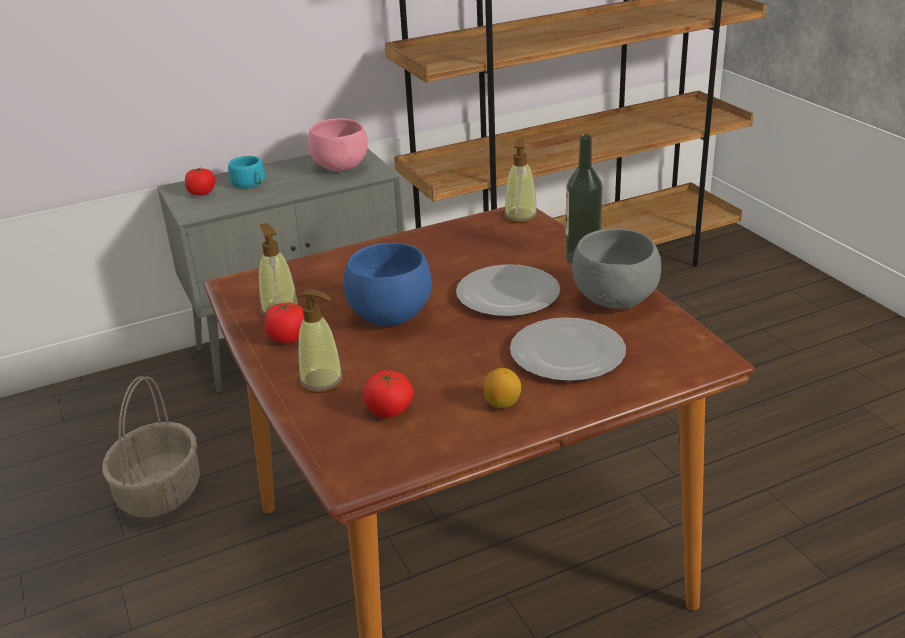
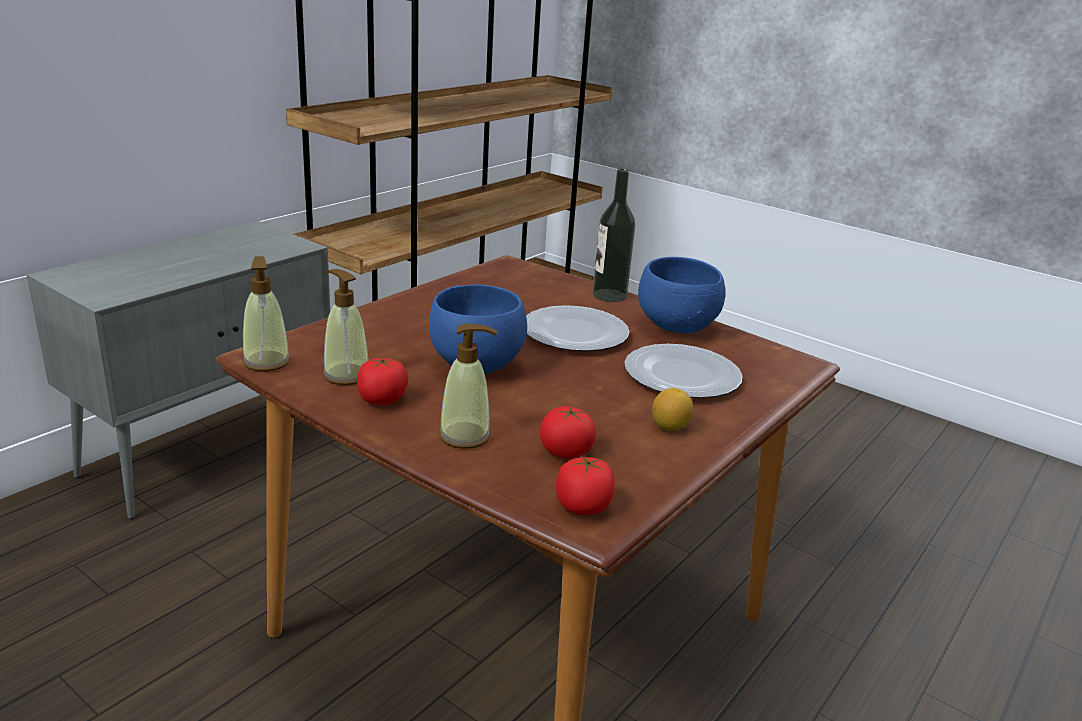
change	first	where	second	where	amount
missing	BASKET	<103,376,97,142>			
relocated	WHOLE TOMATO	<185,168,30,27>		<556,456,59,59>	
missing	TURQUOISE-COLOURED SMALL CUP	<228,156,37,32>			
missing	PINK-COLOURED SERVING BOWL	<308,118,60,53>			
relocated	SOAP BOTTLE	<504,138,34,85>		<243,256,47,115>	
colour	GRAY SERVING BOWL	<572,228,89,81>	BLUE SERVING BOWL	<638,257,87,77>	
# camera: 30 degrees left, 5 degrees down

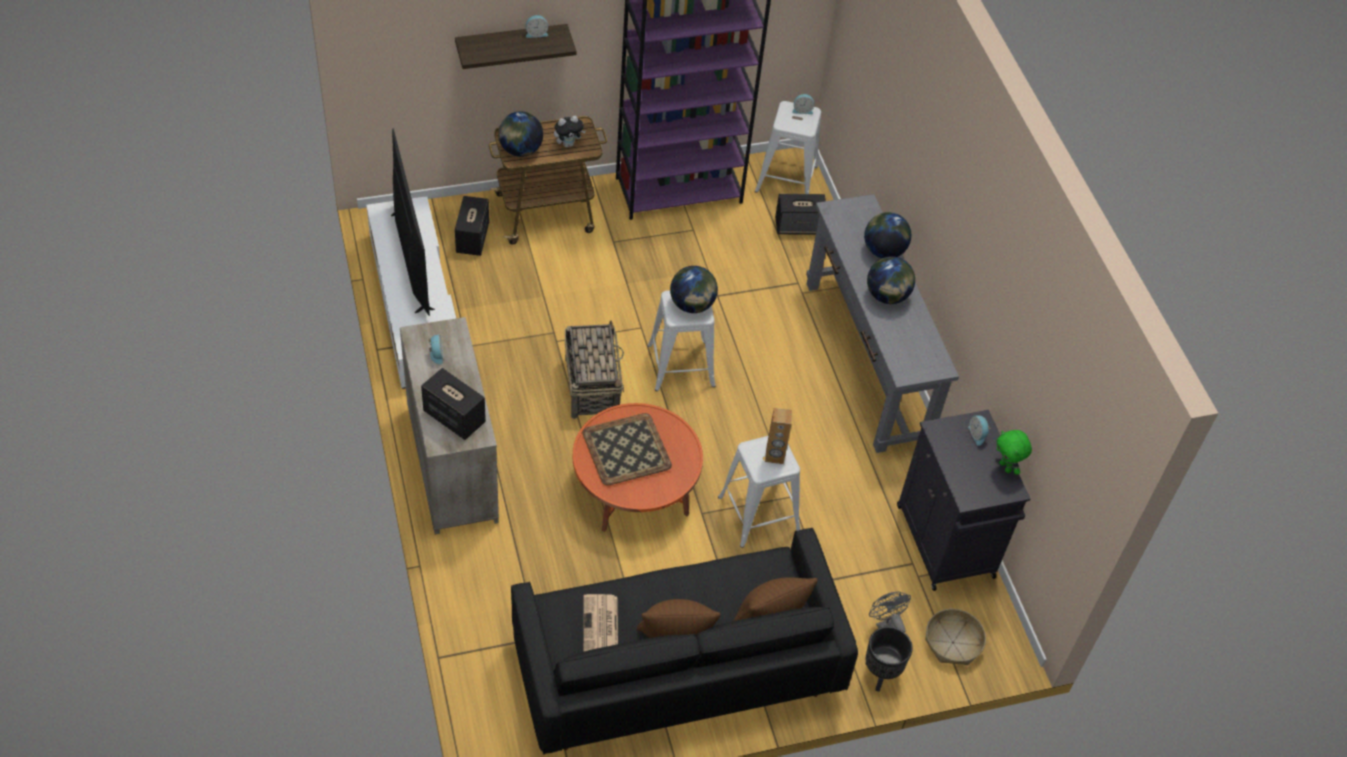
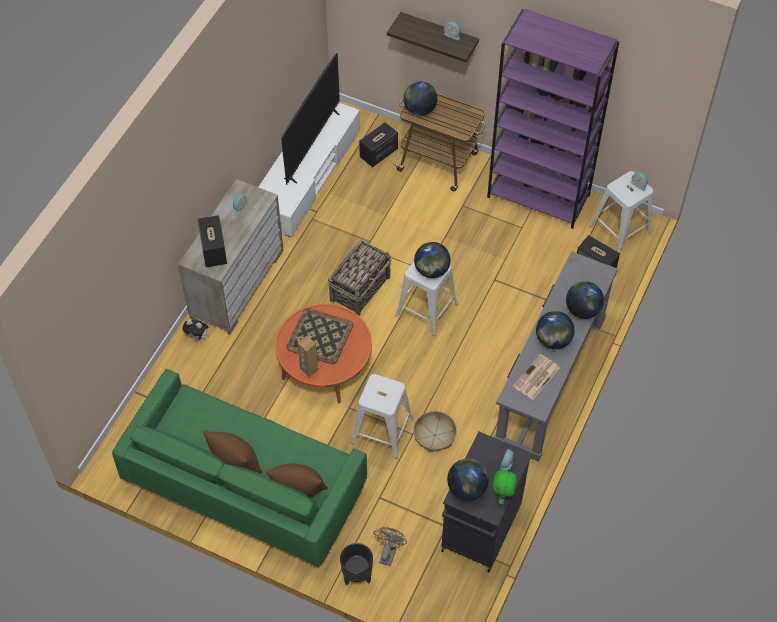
change	first	where	second	where	amount
colour	BLACKISH SETTEE	<511,528,347,227>	GREEN SETTEE	<112,369,255,198>	
relocated	PLUSH TOY	<554,116,32,31>		<182,320,27,21>	
relocated	PRINTED PAPER	<583,594,35,58>		<513,354,47,46>	
relocated	BROWN-COLOURED AUDIO SPEAKER	<765,408,27,56>		<297,336,21,41>	
relocated	BASKET	<925,609,61,56>		<413,411,44,42>	
appeared			DESK GLOBE	<447,459,42,41>	
# camera: 45 degrees right, 5 degrees up

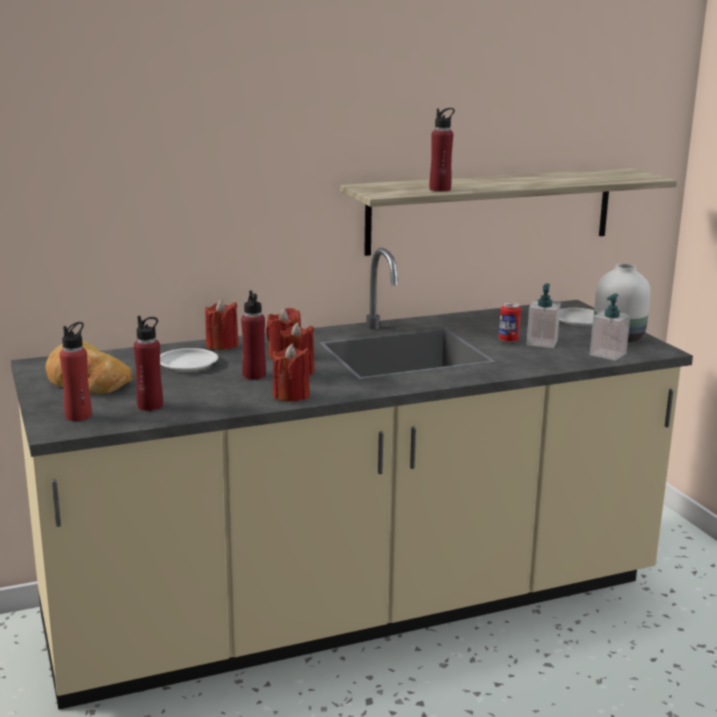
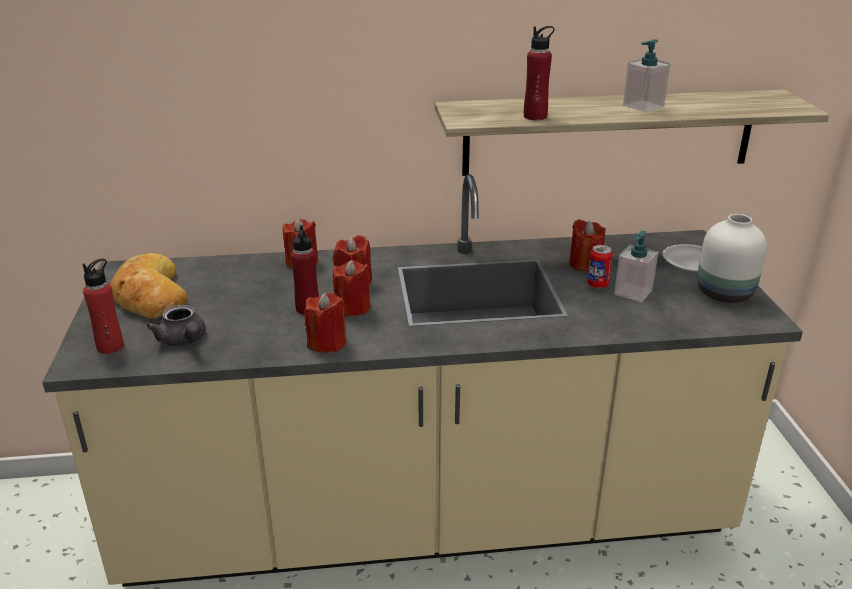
change	first	where	second	where	amount
exchanged	RED DRINK BOTTLE	<134,316,29,95>	GRAY POT FOR TEA	<147,305,59,41>	
missing	WHITE-COLOURED DINNER PLATE	<160,348,58,23>			
relocated	SOAP BOTTLE	<590,293,41,68>		<623,39,47,73>	
appeared			RED WAX CANDLE	<569,219,37,53>	
# camera: 15 degrees right, 10 degrees up

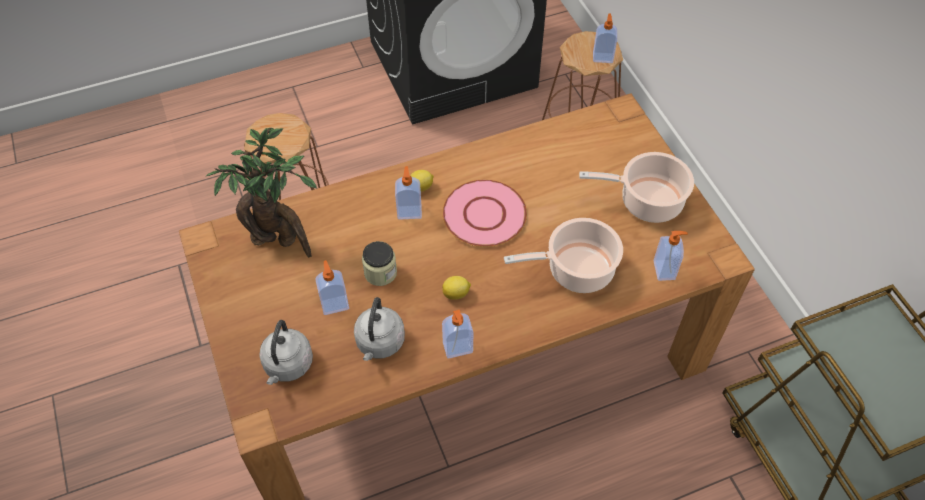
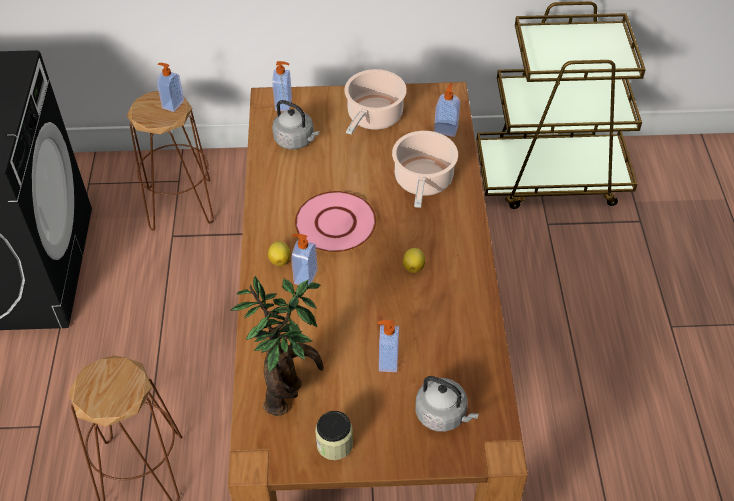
change	first	where	second	where	amount
relocated	GRAY KETTLE	<354,297,51,64>		<272,100,47,49>	
relocated	JAR	<362,241,35,45>		<315,411,38,49>	
relocated	SOAP BOTTLE	<442,310,32,48>		<272,61,20,50>	
# camera: 70 degrees left, 5 degrees down

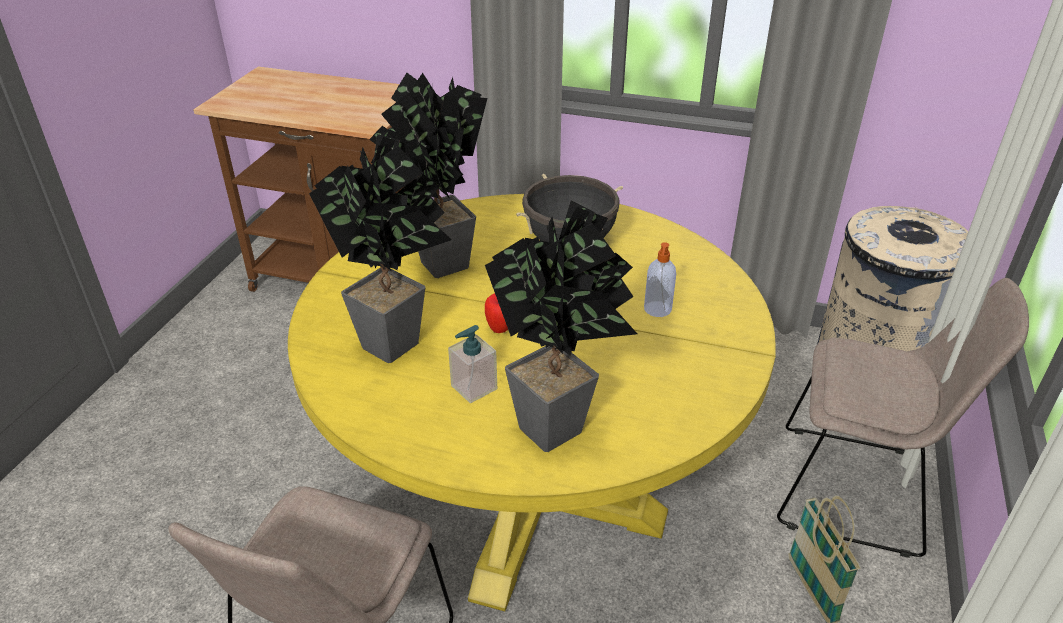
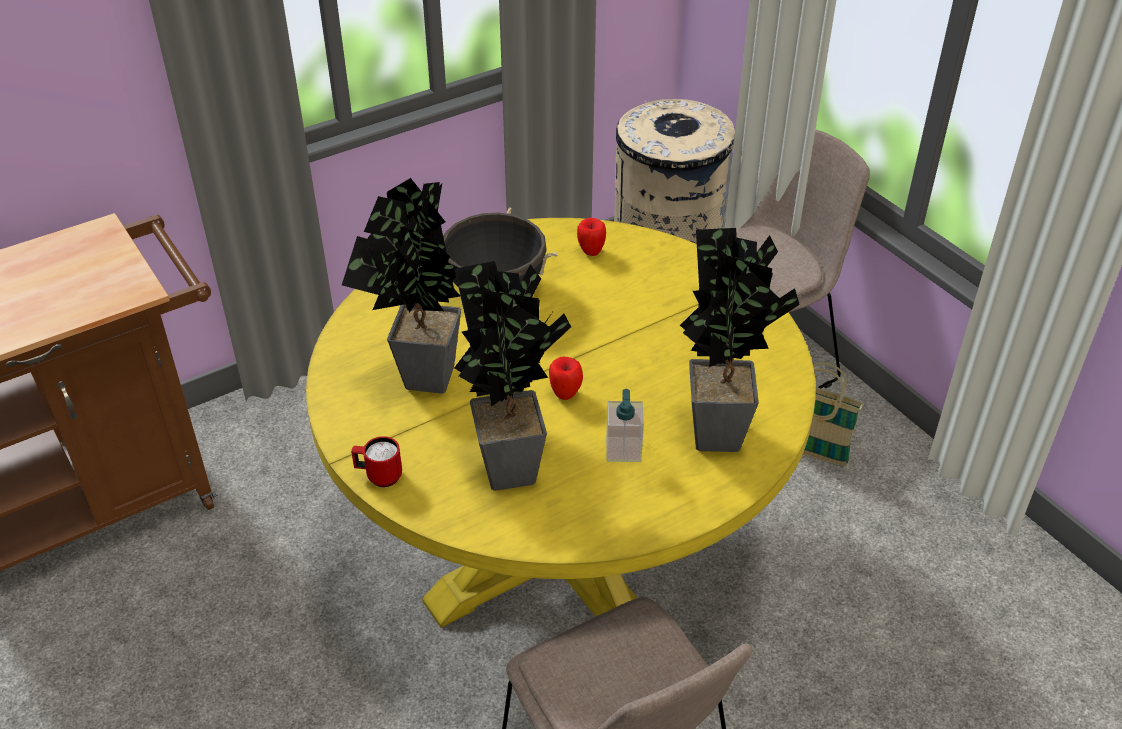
change	first	where	second	where	amount
missing	SOAP BOTTLE	<644,242,32,75>			
appeared			RED TEA MUG	<351,436,51,51>	
appeared			APPLE	<577,218,29,38>	
# camera: 50 degrees left, 5 degrees up

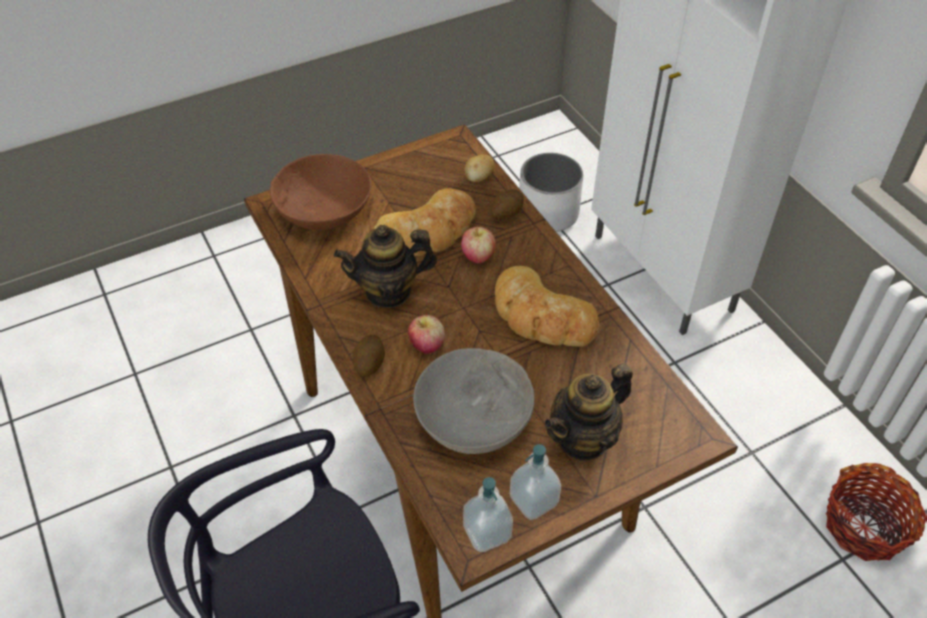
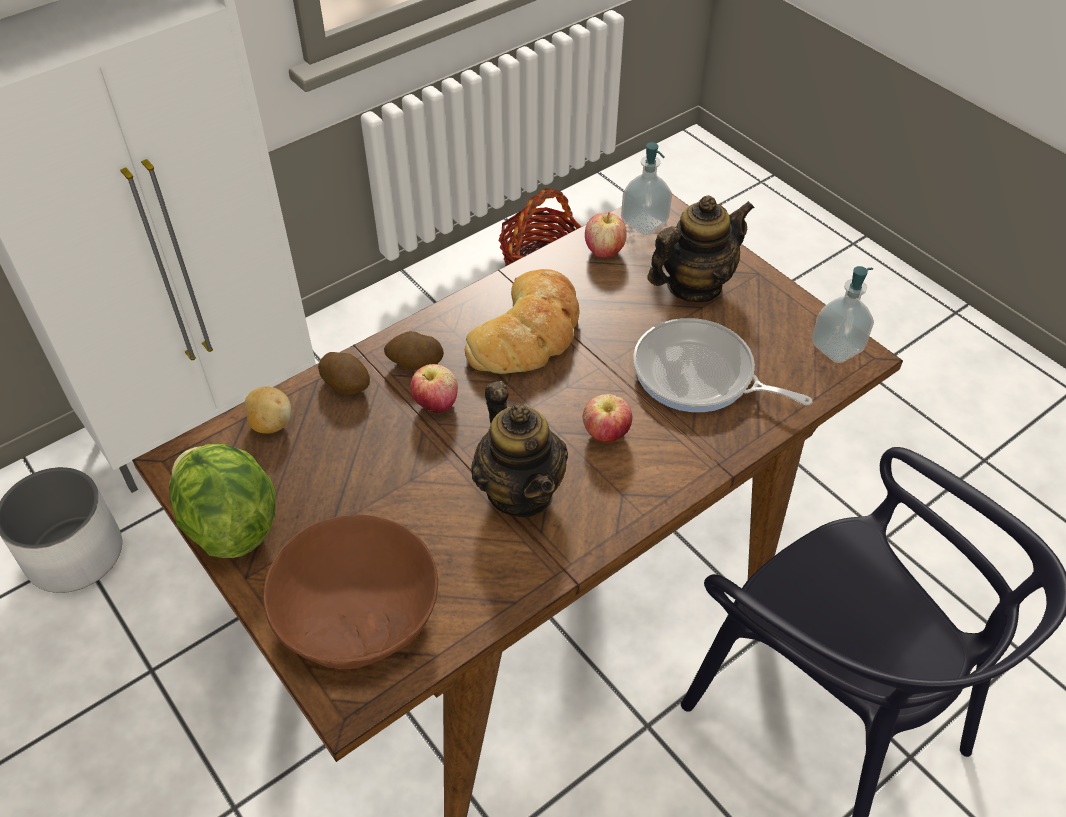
change	first	where	second	where	amount
relocated	WHOLE POTATO	<353,335,32,42>		<384,331,60,39>	
missing	BAKERY BREAD	<374,188,102,68>			
exchanged	GRAY SERVING BOWL	<413,348,122,106>	PAN	<633,318,180,94>	
relocated	SOAP BOTTLE	<510,444,51,76>		<621,142,51,93>	
spun	POT FOR TEA	<544,363,89,99>		<647,195,108,107>	75 degrees counterclockwise
appeared			LETTUCE HEAD	<169,444,106,114>	
appeared			APPLE	<585,212,42,46>	
# camera: 100 degrees left, 0 degrees up

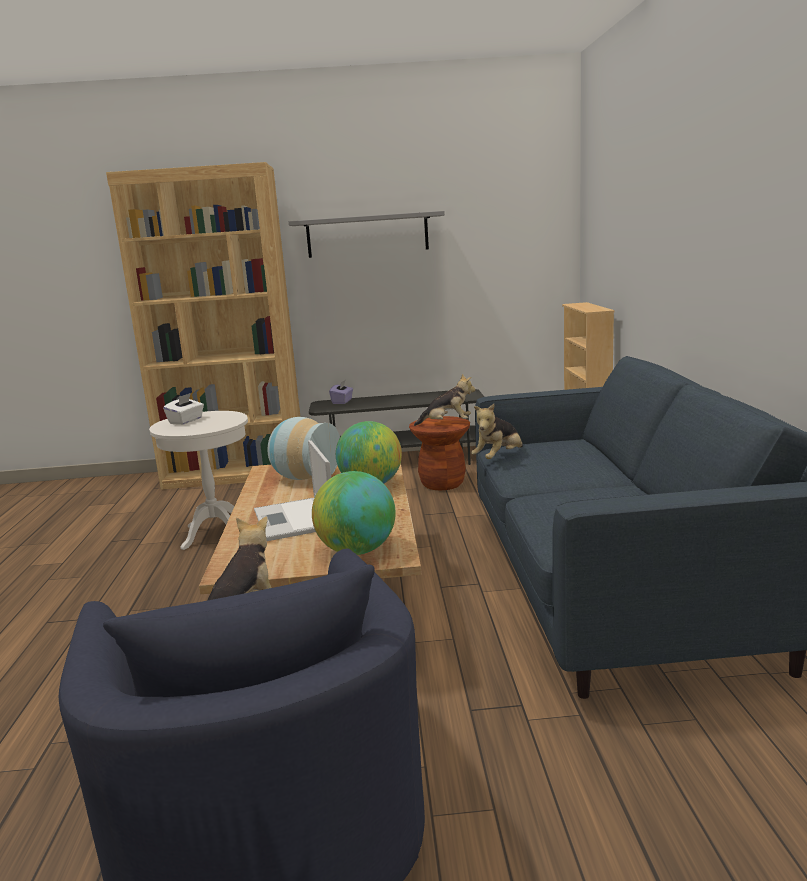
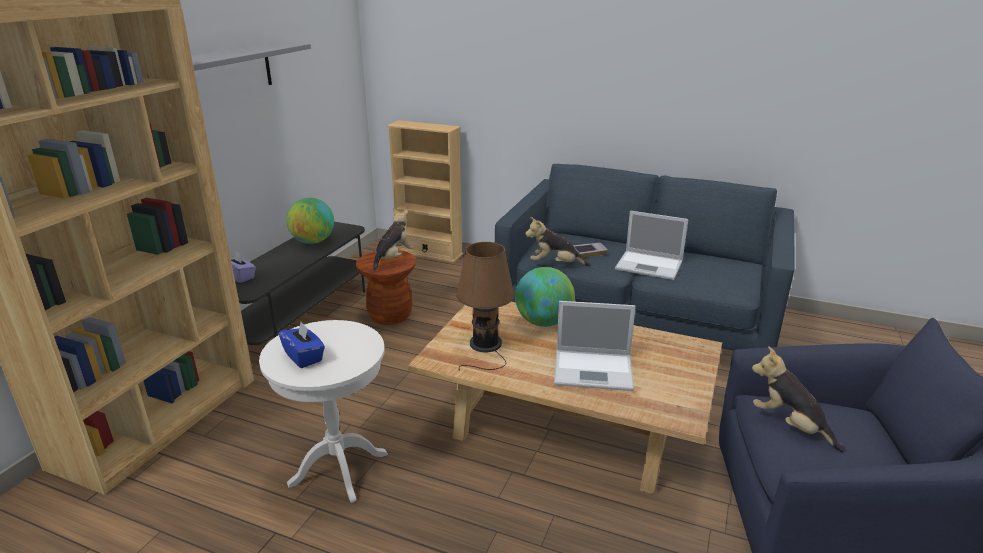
change	first	where	second	where	amount
colour	WHITE-COLOURED BOX OF TISSUES	<163,393,41,32>	BLUE BOX OF TISSUES	<279,322,46,46>	
exchanged	FLOWER VASE	<267,417,73,63>	BROWN-COLOURED LAMP FOR A TABLE	<456,242,59,129>	
relocated	DESK GLOBE	<312,471,84,84>		<286,198,48,46>	
spun	PLUSH TOY	<471,404,52,55>		<525,217,66,49>	120 degrees clockwise
appeared			VOLUME	<573,243,35,14>	
appeared			PORTABLE COMPUTER	<615,211,73,69>	
# camera: 65 degrees left, 10 degrees up

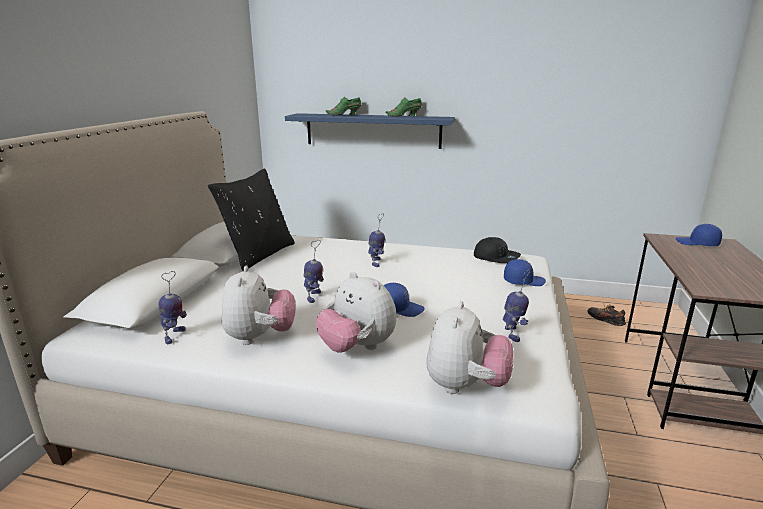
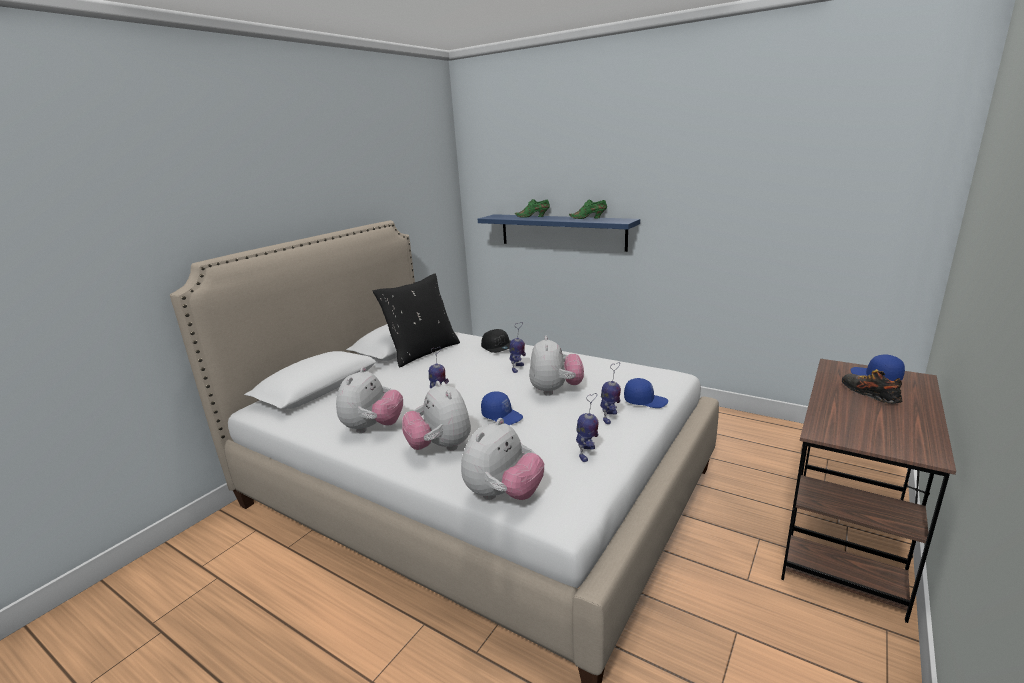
change	first	where	second	where	amount
relocated	ROBOT FIGURE	<158,271,29,73>		<600,362,21,62>	
relocated	BLACKISH BASEBALL CAP	<474,237,47,26>		<481,329,30,24>	
relocated	LOW SHOE	<587,304,39,22>		<842,369,60,35>	
appeared			PLUSH TOY	<529,336,55,60>	
# camera: 20 degrees right, 0 degrees up

